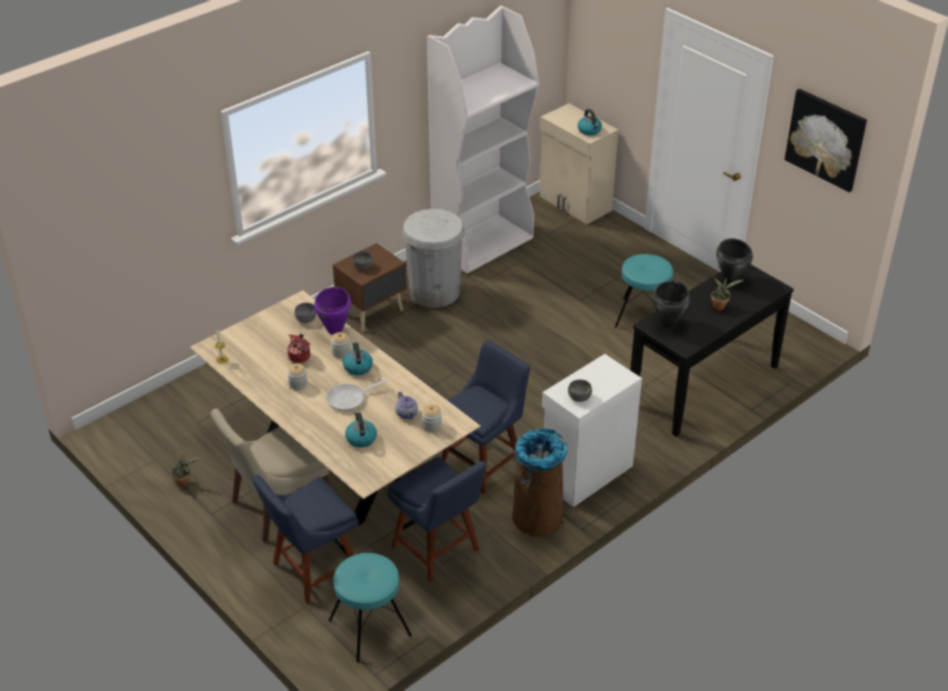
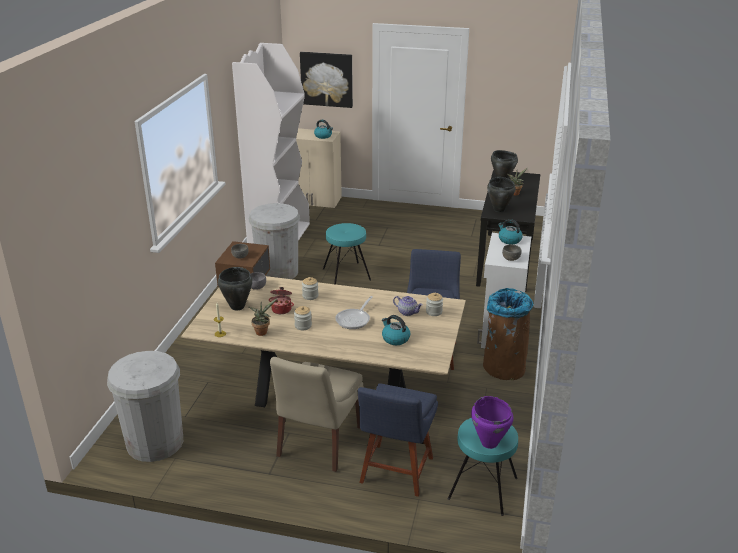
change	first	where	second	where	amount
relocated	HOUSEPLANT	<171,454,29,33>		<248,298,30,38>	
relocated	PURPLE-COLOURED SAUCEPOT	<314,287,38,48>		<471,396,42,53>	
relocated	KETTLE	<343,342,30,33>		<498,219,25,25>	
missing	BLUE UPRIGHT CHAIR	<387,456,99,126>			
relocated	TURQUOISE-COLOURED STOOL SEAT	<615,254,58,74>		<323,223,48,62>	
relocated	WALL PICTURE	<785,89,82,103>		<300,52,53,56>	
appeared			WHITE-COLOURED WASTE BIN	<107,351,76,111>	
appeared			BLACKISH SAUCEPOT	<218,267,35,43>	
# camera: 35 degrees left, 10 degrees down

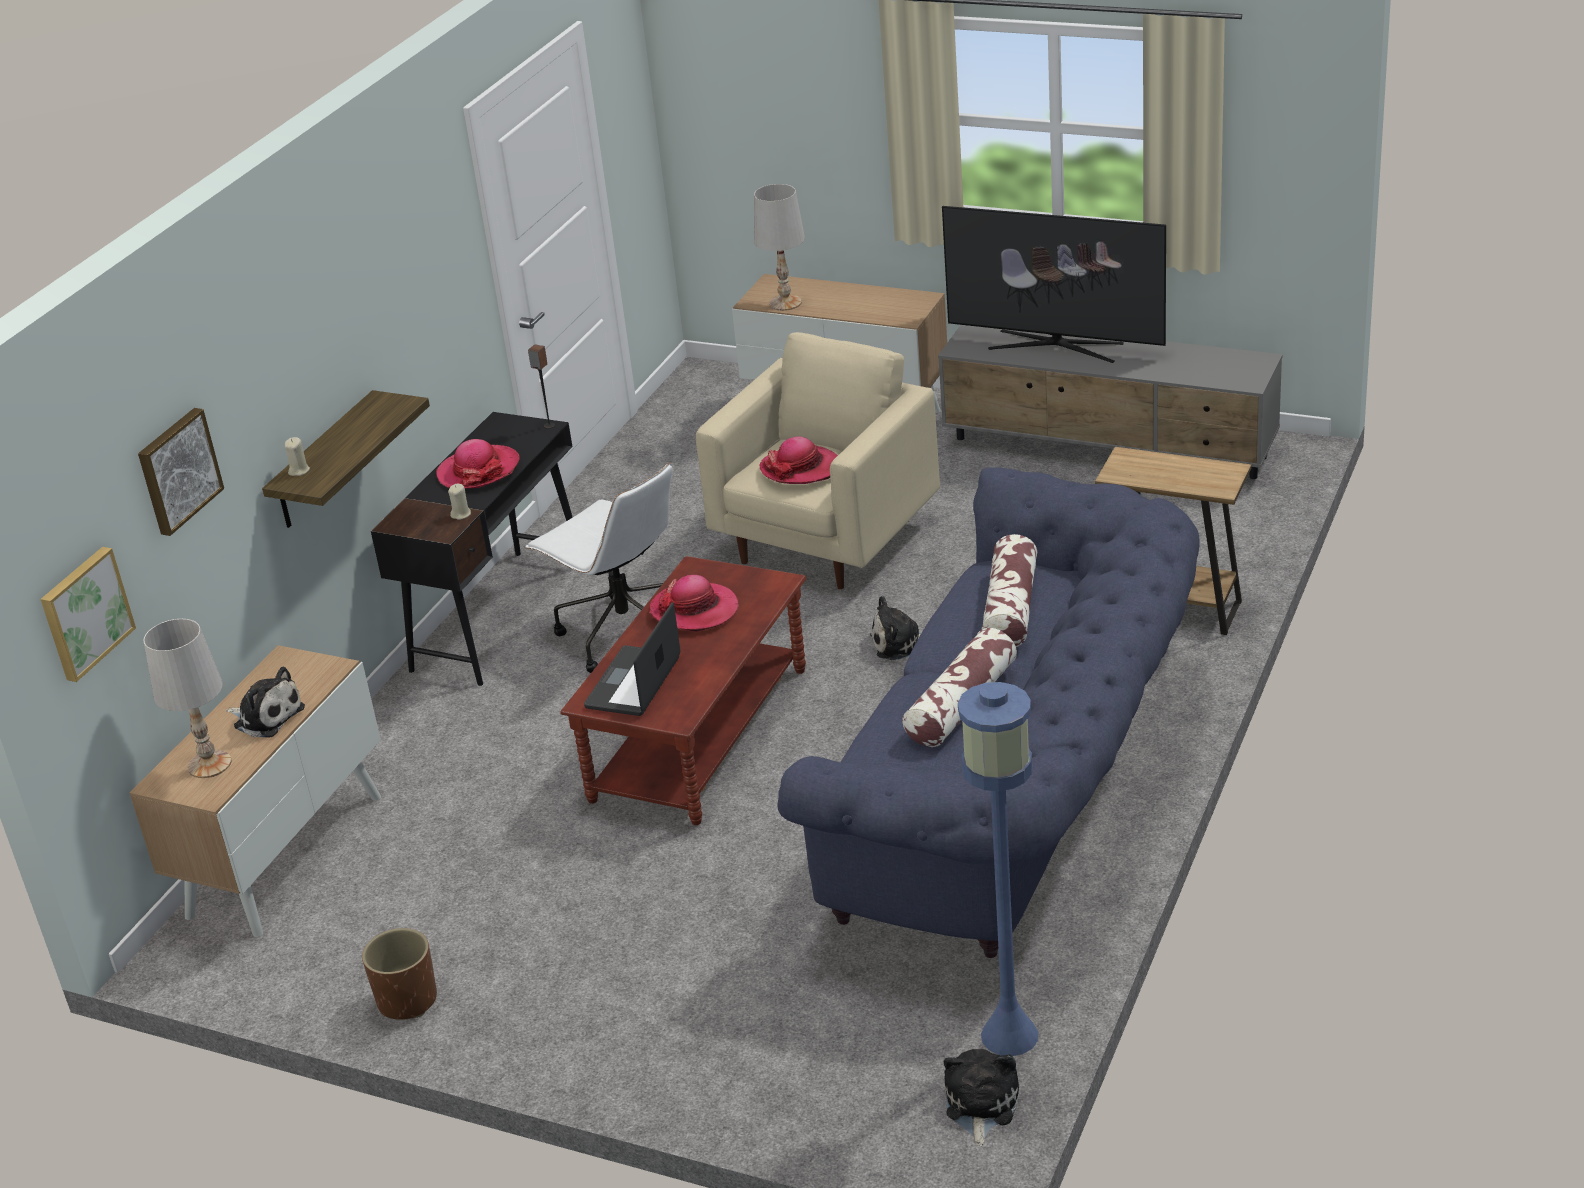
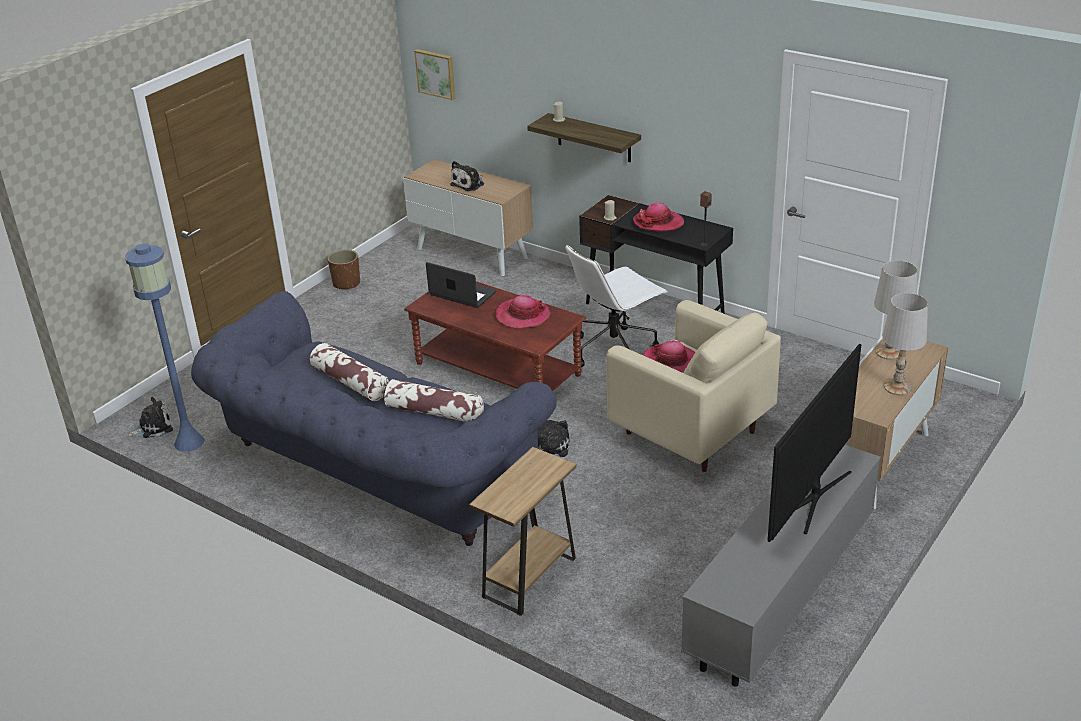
change	first	where	second	where	amount
missing	WALL PICTURE	<138,408,86,128>			
relocated	WHITE-COLOURED LAMP FOR A TABLE	<143,619,88,159>		<882,293,46,102>	
spun	PLUSH TOY	<944,1049,75,97>		<127,397,46,41>	45 degrees counterclockwise
# camera: 100 degrees right, 0 degrees up

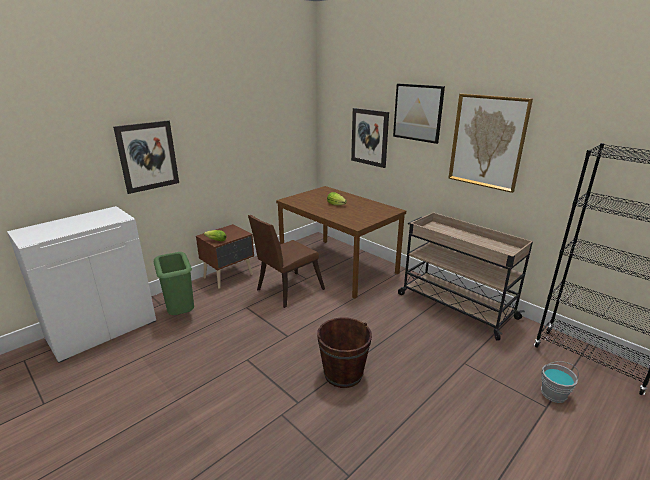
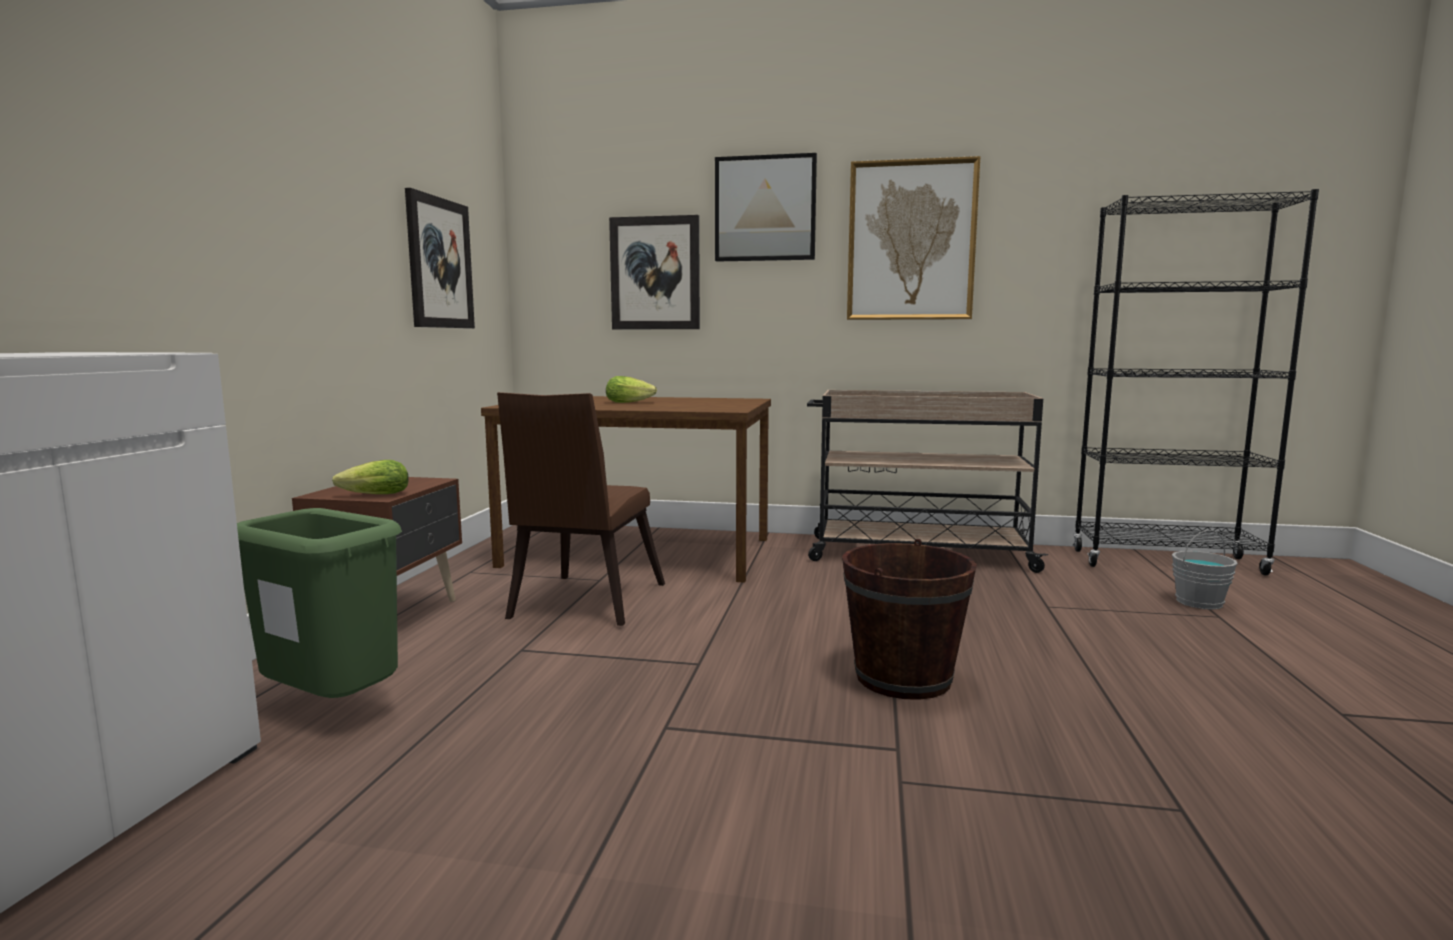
change	first	where	second	where	amount
relocated	WALL PICTURE	<113,120,66,74>		<405,188,70,140>	
# camera: 35 degrees left, 15 degrees down

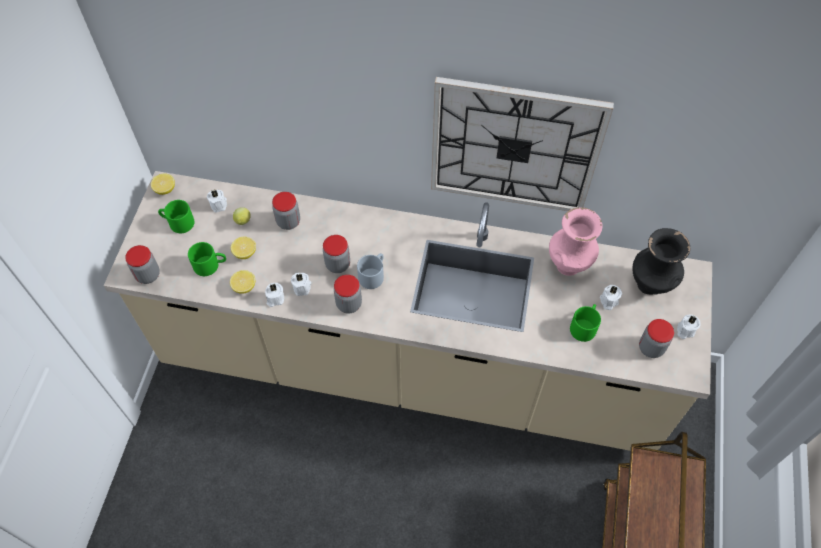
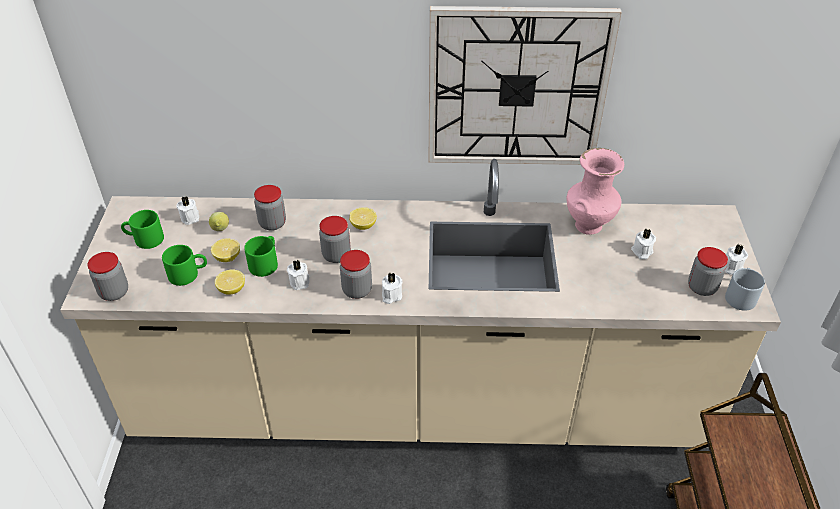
change	first	where	second	where	amount
relocated	WHOLE LEMON	<151,173,24,22>		<349,207,28,23>	
relocated	WHITE-COLOURED WAX CANDLE	<265,283,19,24>		<382,272,21,32>	
relocated	GRAY TEA MUG	<357,253,27,36>		<725,268,40,43>	
relocated	GREEN TEA MUG	<570,304,31,38>		<244,236,34,41>	
missing	BLACKISH FLOWER VASE	<633,228,57,67>			
# camera: 10 degrees left, 15 degrees down

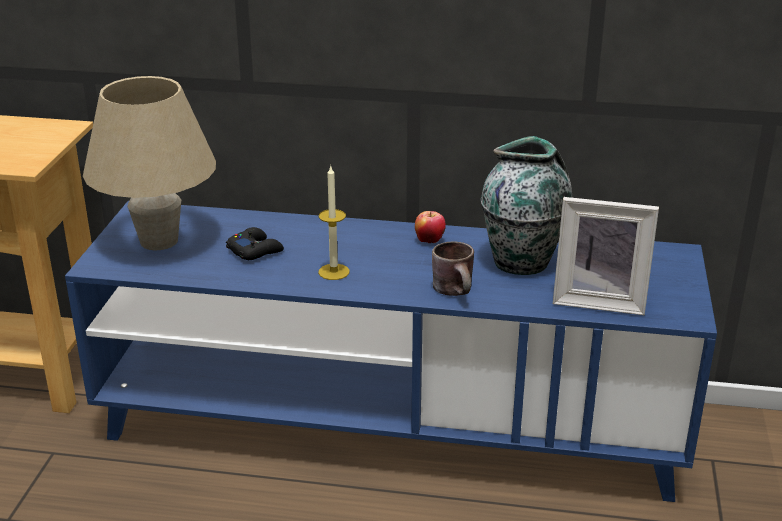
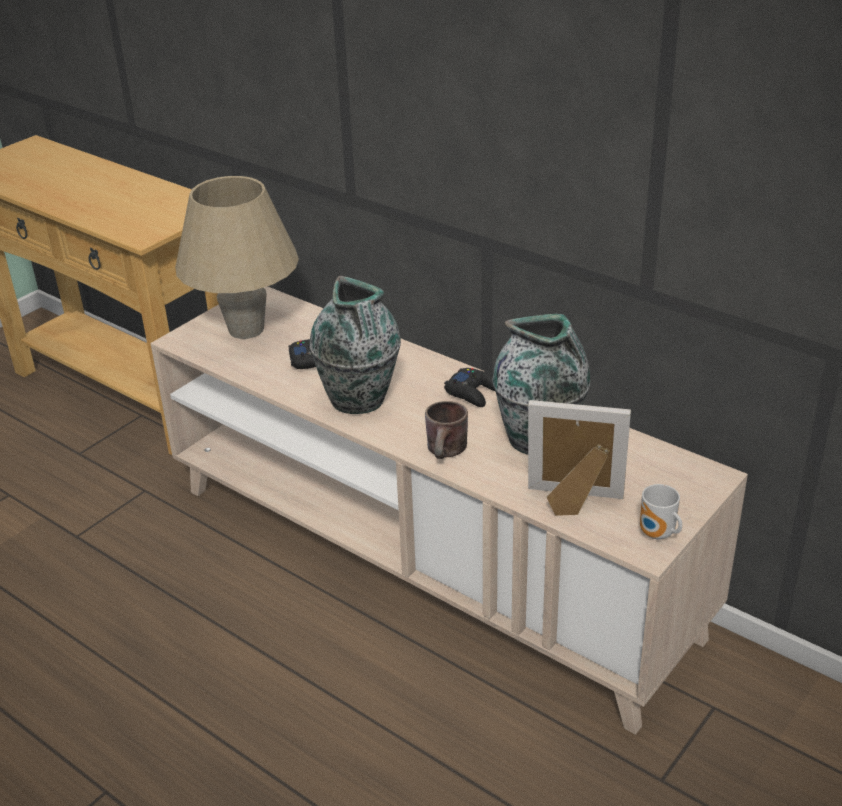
change	first	where	second	where	amount
colour	BLUE TV STAND	<65,201,652,301>	BEIGE-COLOURED TV STAND	<150,286,598,449>	
exchanged	WAX CANDLE	<318,166,32,114>	FLOWER VASE	<309,276,92,138>	
exchanged	APPLE	<415,211,31,32>	BLACKISH GAME CONTROLLER	<444,368,51,39>	
spun	PHOTO FRAME	<553,197,106,118>		<528,400,103,116>	150 degrees clockwise
appeared			TEA MUG	<640,484,42,56>	
# camera: 30 degrees right, 5 degrees up

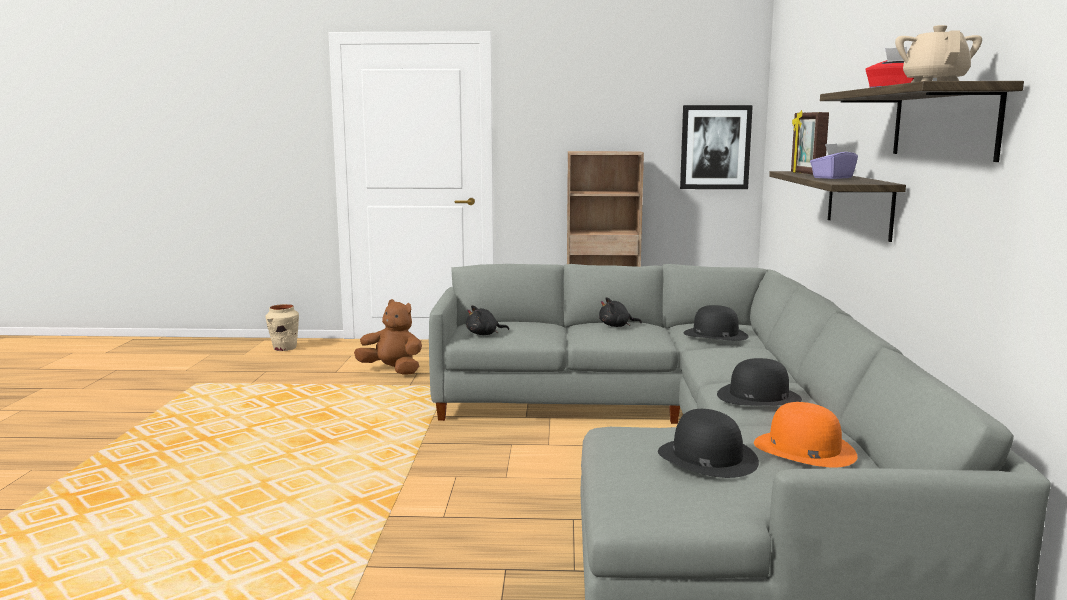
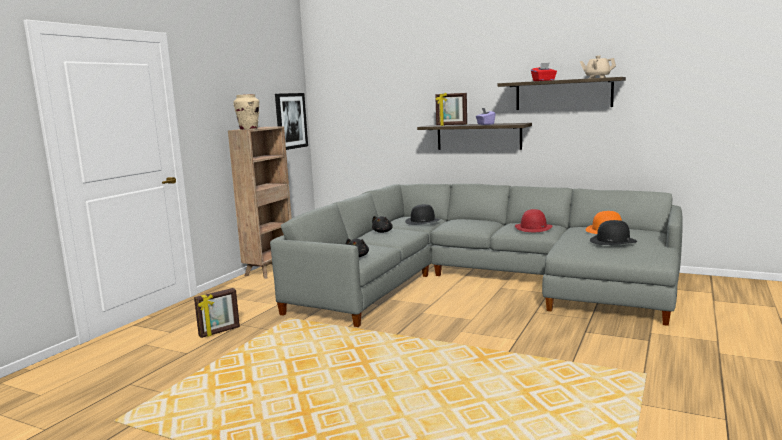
change	first	where	second	where	amount
relocated	BEIGE-COLOURED FLOWER VASE	<265,304,34,47>		<233,94,26,36>	
exchanged	BROWN-COLOURED PLUSH TOY	<354,299,68,76>	PHOTO FRAME	<194,288,46,50>	
colour	BLACKISH CLOTHING HAT	<717,358,85,48>	RED CLOTHING HAT	<515,209,38,23>	
# camera: 65 degrees left, 0 degrees up

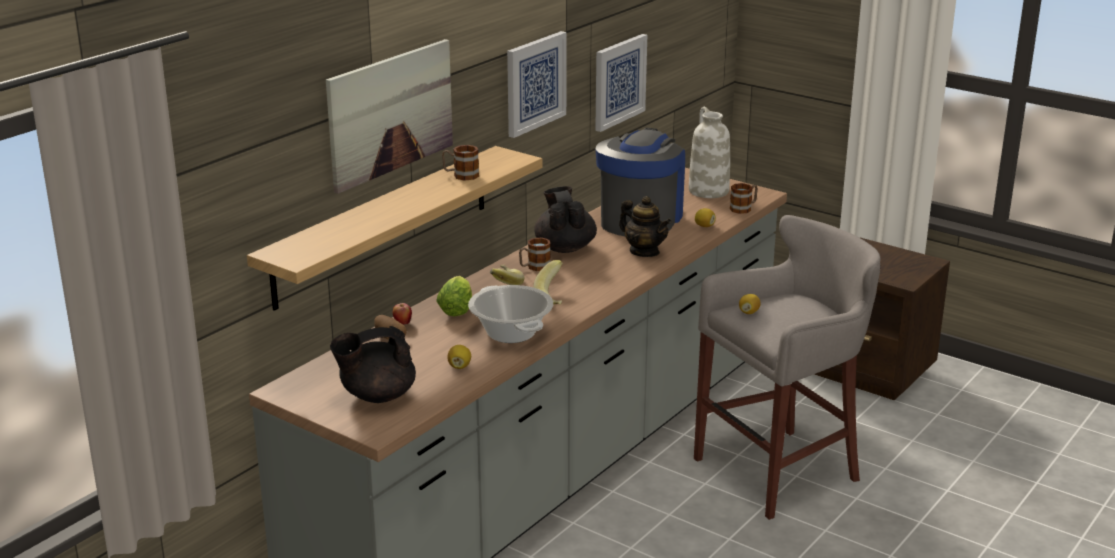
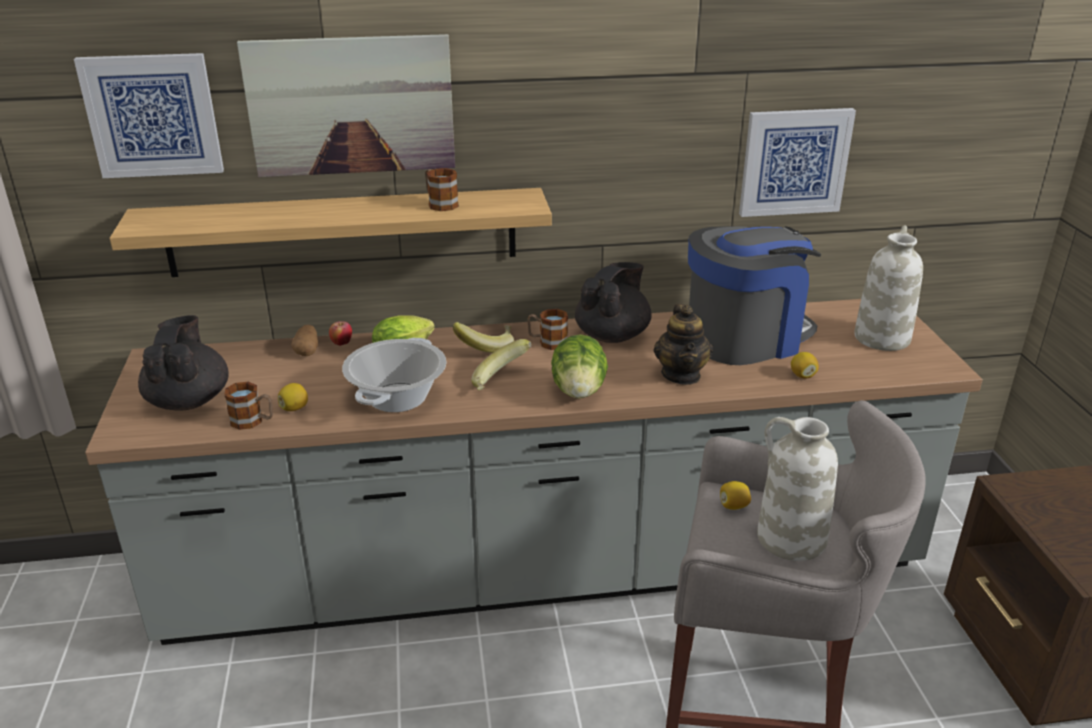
change	first	where	second	where	amount
spun	BLACKISH POT FOR TEA	<330,326,86,77>		<138,315,91,96>	60 degrees clockwise
relocated	WALL PICTURE	<507,31,60,107>		<74,53,150,125>	
relocated	TEA MUG	<730,183,28,31>		<224,382,49,48>	
appeared			LETTUCE HEAD	<551,334,57,65>	
appeared			WHITE-COLOURED FLOWER VASE	<757,417,81,144>	
# camera: 45 degrees right, 5 degrees up

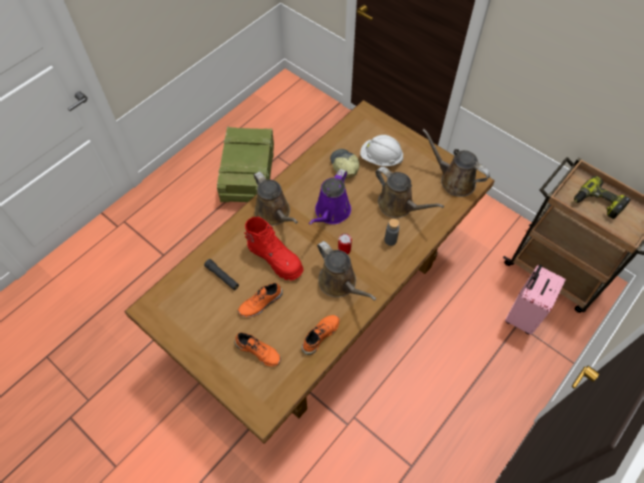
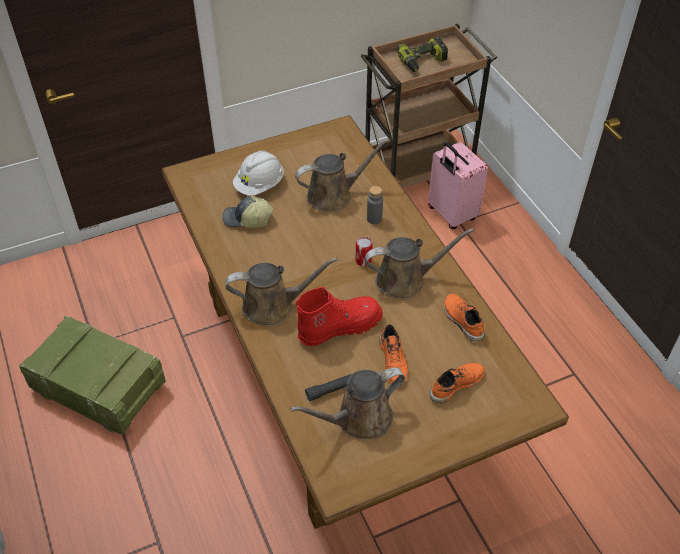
change	first	where	second	where	amount
missing	PURPLE-COLOURED SPRINKLING CAN	<309,169,42,56>			
relocated	BROWN-COLOURED SPRINKLING CAN	<422,129,68,68>		<290,367,115,72>	
# camera: 65 degrees left, 10 degrees down

